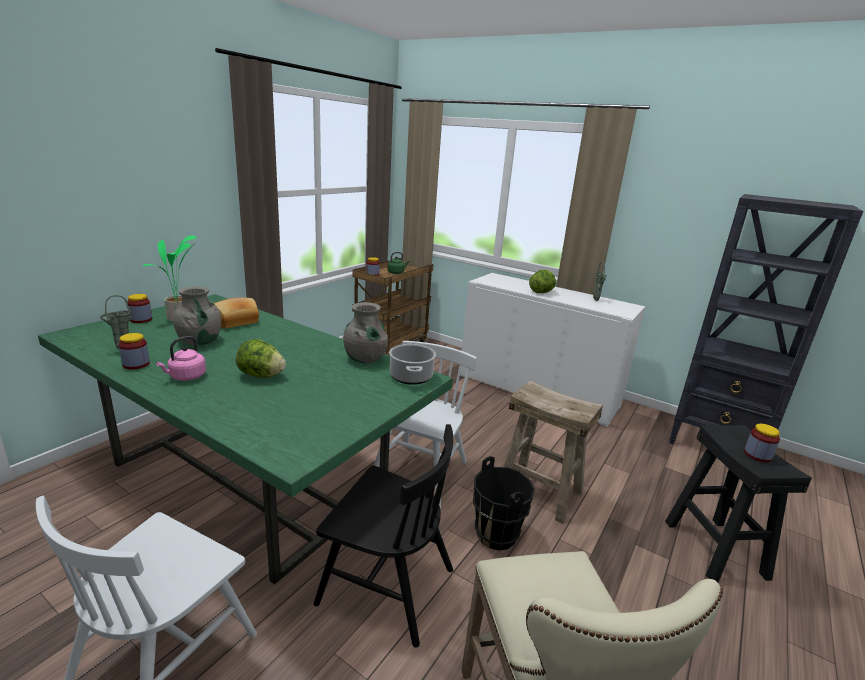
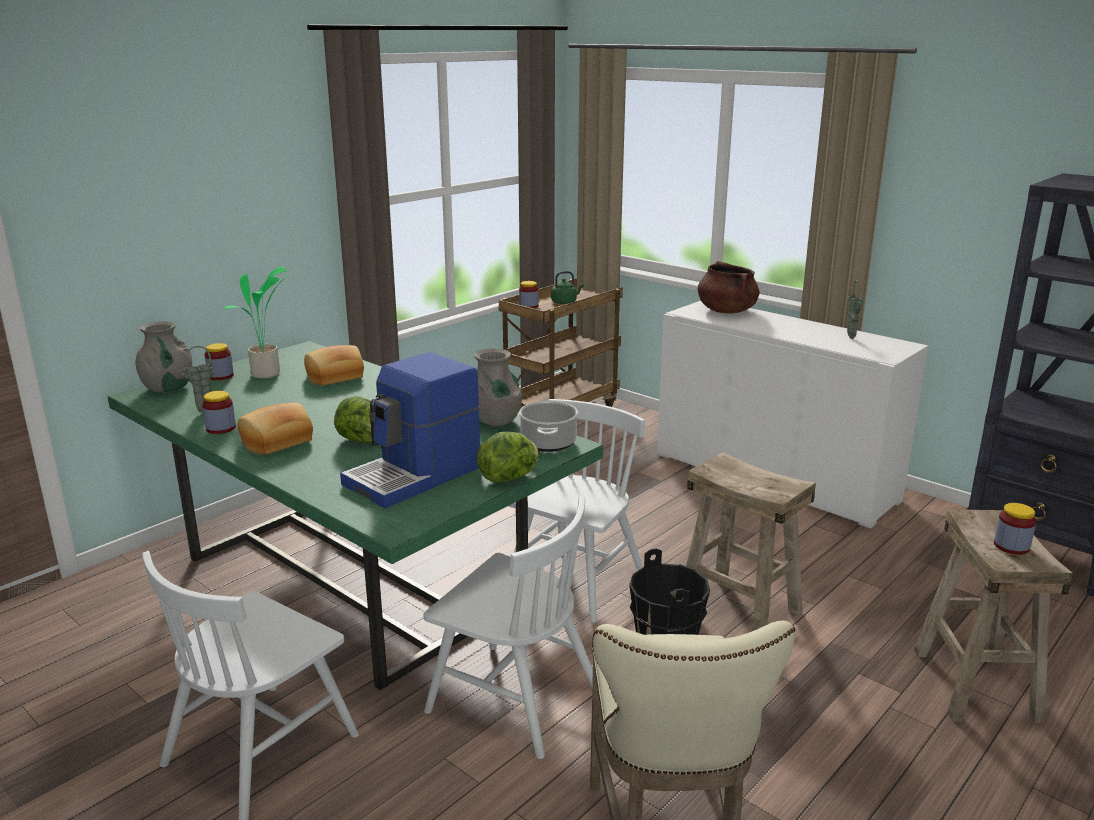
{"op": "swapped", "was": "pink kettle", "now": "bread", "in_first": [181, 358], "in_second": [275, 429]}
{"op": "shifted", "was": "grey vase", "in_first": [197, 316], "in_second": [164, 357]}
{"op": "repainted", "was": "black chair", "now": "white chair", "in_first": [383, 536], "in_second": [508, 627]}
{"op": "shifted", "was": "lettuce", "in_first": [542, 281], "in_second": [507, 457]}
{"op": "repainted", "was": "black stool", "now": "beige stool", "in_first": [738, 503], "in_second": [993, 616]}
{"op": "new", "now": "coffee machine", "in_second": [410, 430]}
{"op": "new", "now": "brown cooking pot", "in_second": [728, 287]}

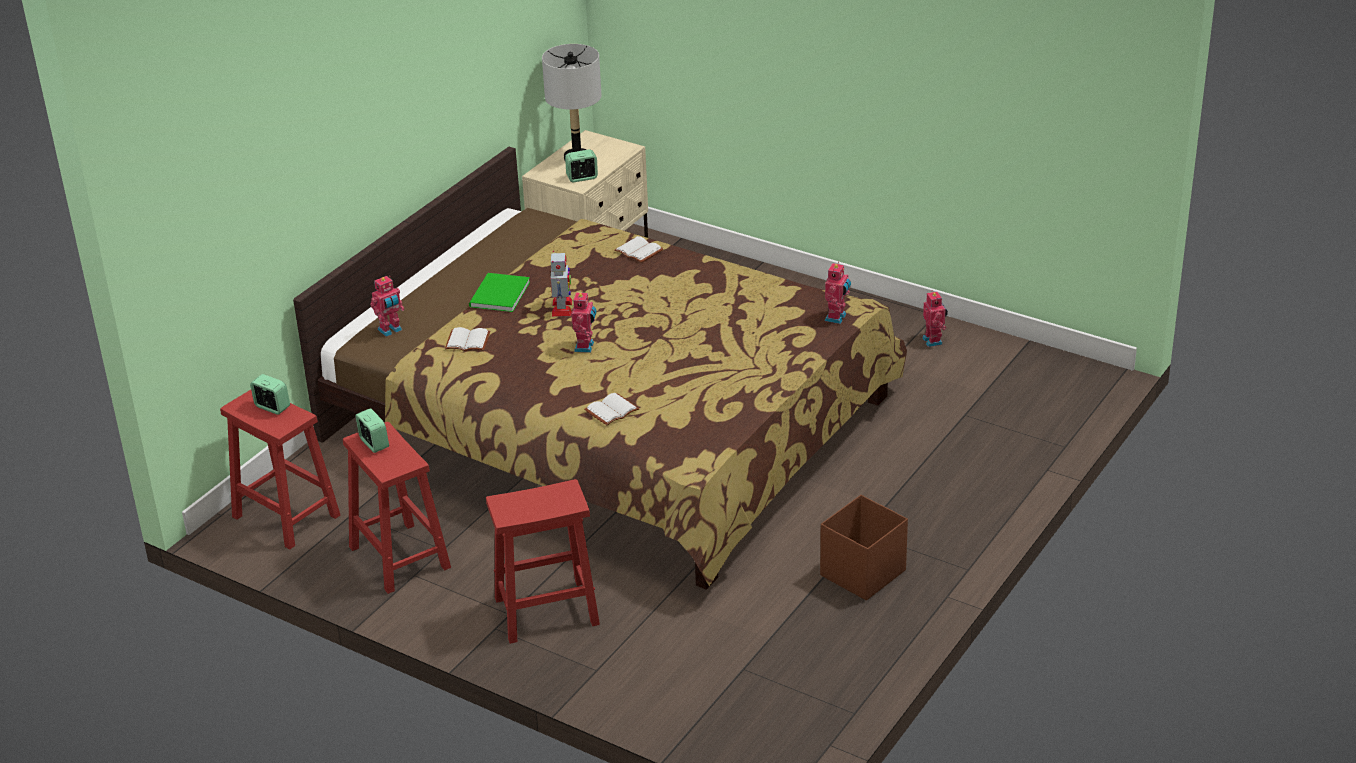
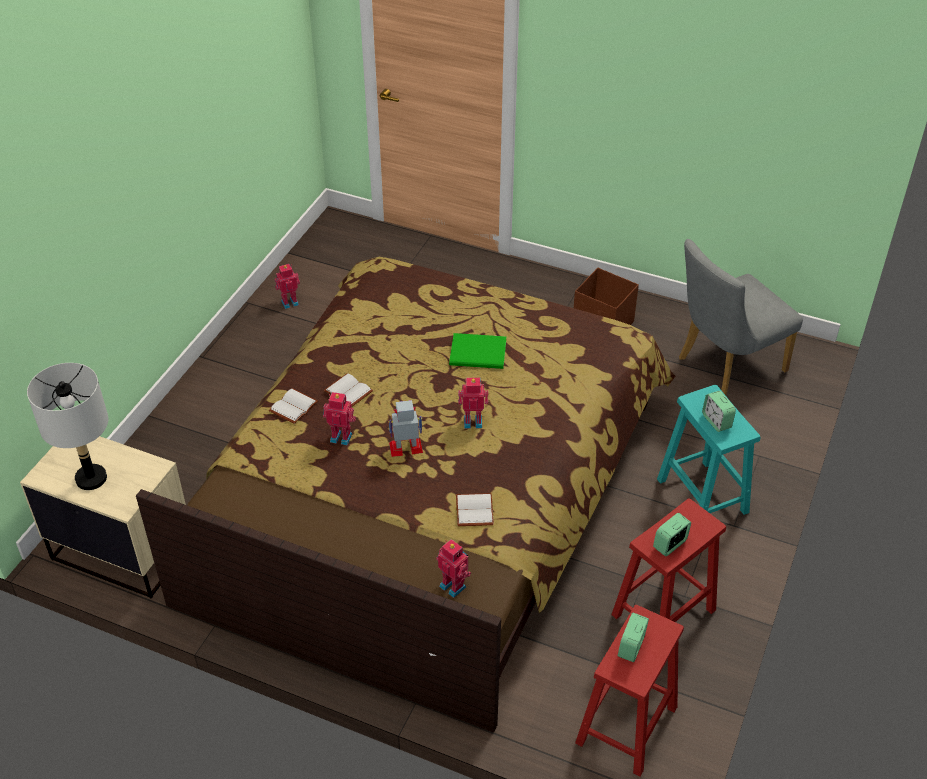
{"op": "shifted", "was": "green book", "in_first": [499, 292], "in_second": [477, 351]}
{"op": "repainted", "was": "red stool", "now": "turquoise stool", "in_first": [543, 561], "in_second": [709, 450]}
{"op": "shifted", "was": "alarm clock", "in_first": [581, 165], "in_second": [719, 411]}
{"op": "shifted", "was": "white book", "in_first": [612, 409], "in_second": [348, 390]}
{"op": "shifted", "was": "toy robot", "in_first": [838, 293], "in_second": [339, 419]}
{"op": "new", "now": "grey chair", "in_second": [741, 317]}

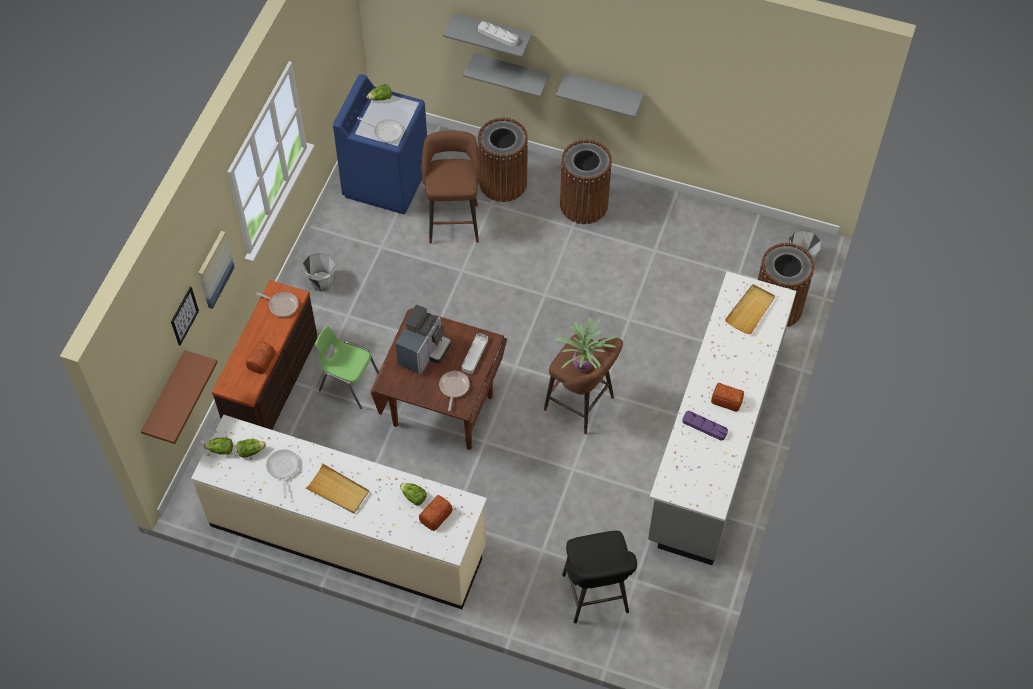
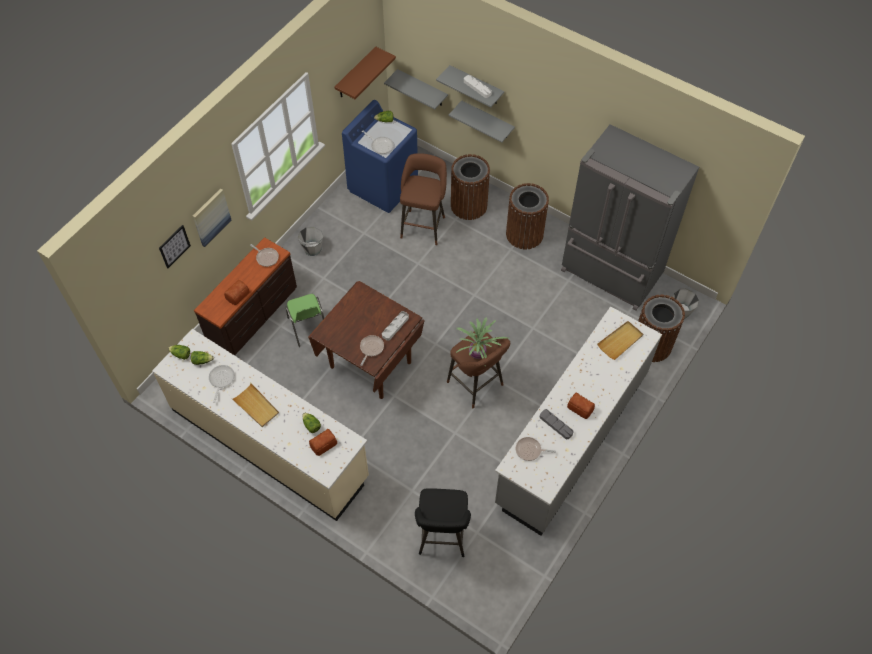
{"op": "shifted", "was": "brown shelf", "in_first": [179, 397], "in_second": [365, 72]}
{"op": "rotated", "was": "green chair", "in_first": [347, 367], "in_second": [305, 320], "clockwise": -150}
{"op": "gone", "was": "coffee machine", "in_first": [423, 340]}
{"op": "shifted", "was": "grey shelf", "in_first": [600, 95], "in_second": [416, 89]}
{"op": "repainted", "was": "purple tray", "now": "grey tray", "in_first": [705, 426], "in_second": [556, 424]}
{"op": "new", "now": "frying pan", "in_second": [536, 449]}
{"op": "new", "now": "grey fridge", "in_second": [630, 217]}

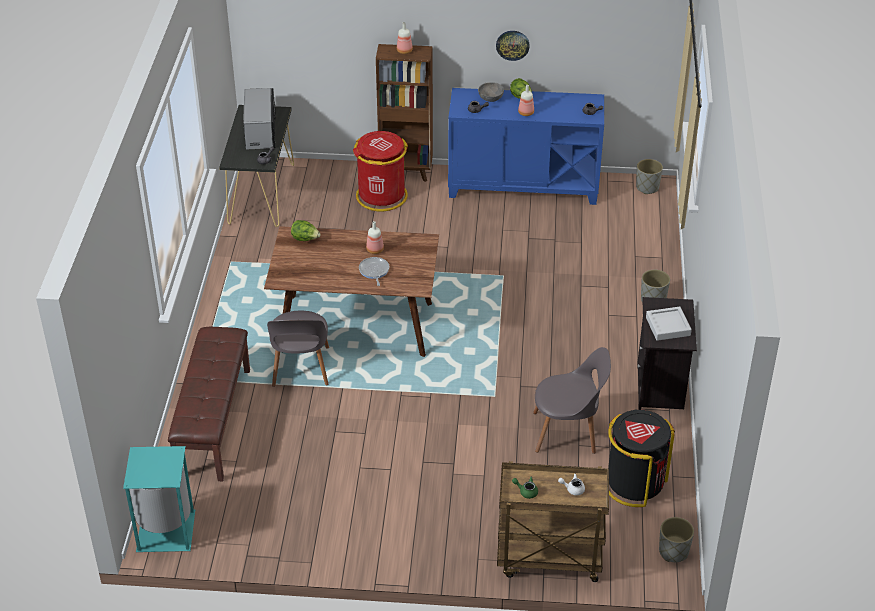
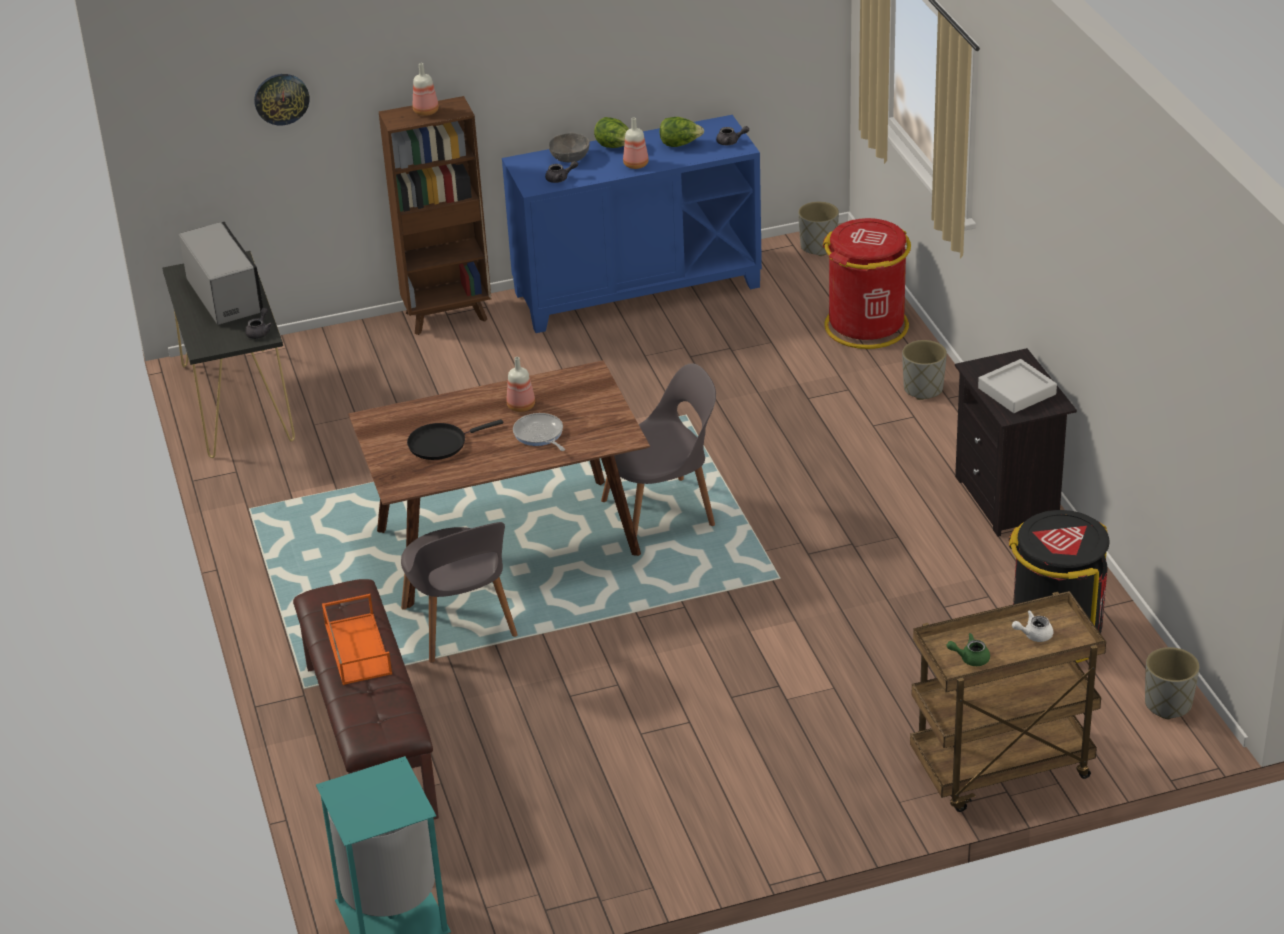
{"op": "shifted", "was": "lettuce", "in_first": [306, 230], "in_second": [681, 132]}
{"op": "shifted", "was": "red trash can", "in_first": [380, 171], "in_second": [867, 283]}
{"op": "shifted", "was": "wall clock", "in_first": [512, 46], "in_second": [282, 99]}
{"op": "shifted", "was": "grey chair", "in_first": [572, 400], "in_second": [658, 450]}
{"op": "new", "now": "orange tray", "in_second": [357, 639]}
{"op": "new", "now": "black frying pan", "in_second": [455, 439]}

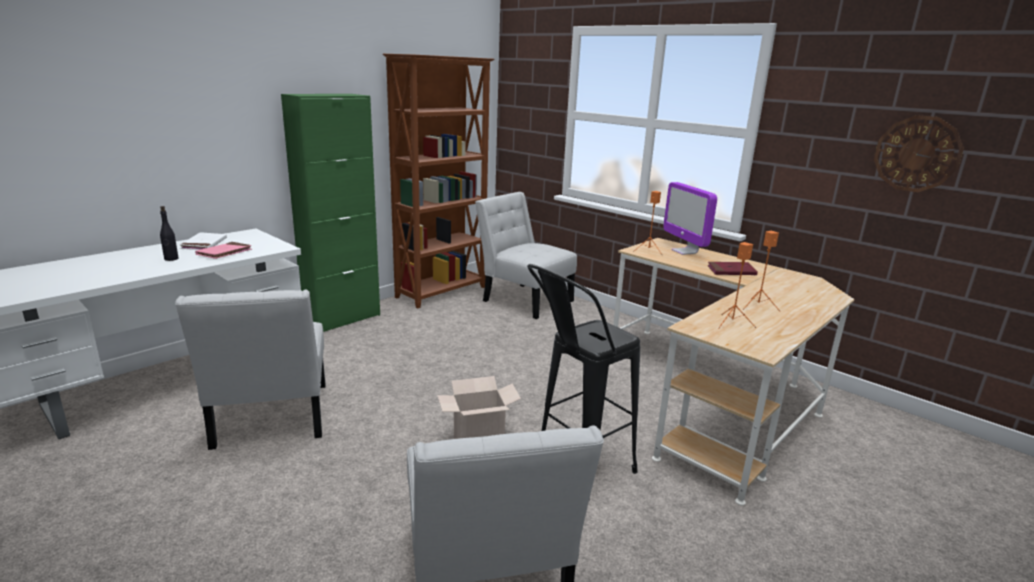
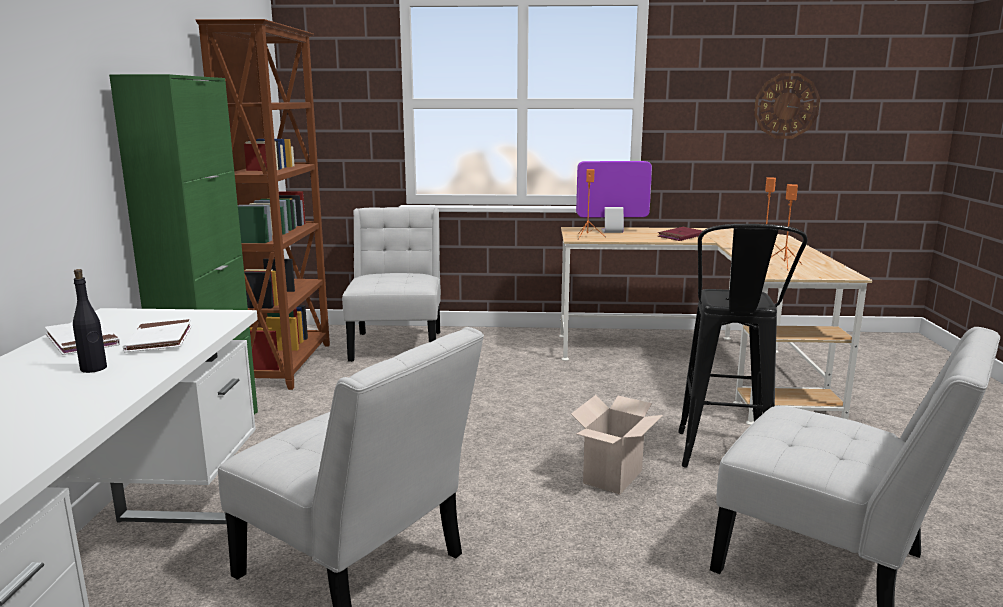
{"op": "repainted", "was": "pink book", "now": "white book", "in_first": [223, 250], "in_second": [157, 336]}
{"op": "rotated", "was": "white chair", "in_first": [526, 255], "in_second": [391, 284], "clockwise": 90}
{"op": "rotated", "was": "monitor", "in_first": [690, 218], "in_second": [614, 197], "clockwise": 150}

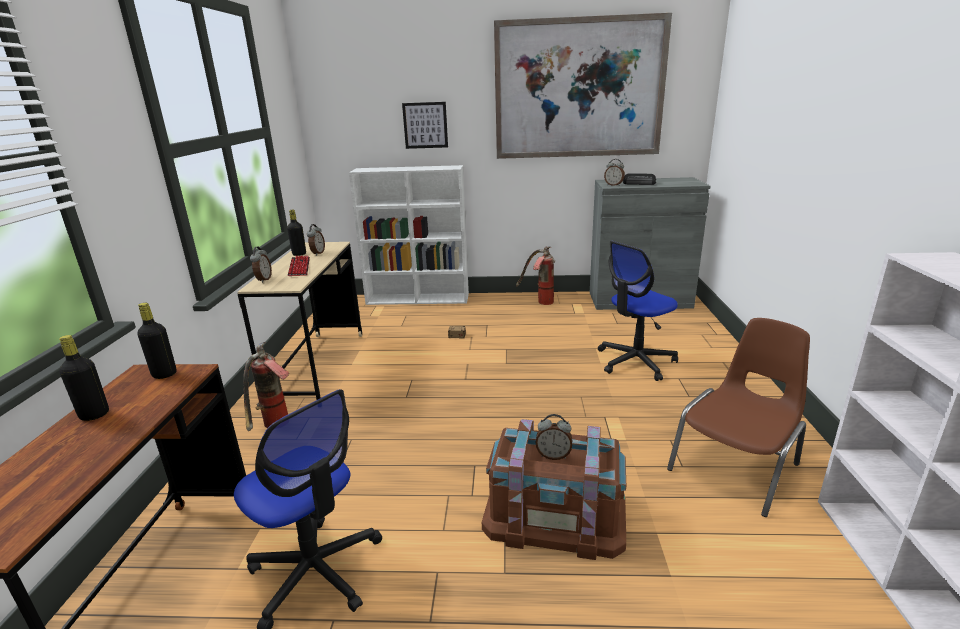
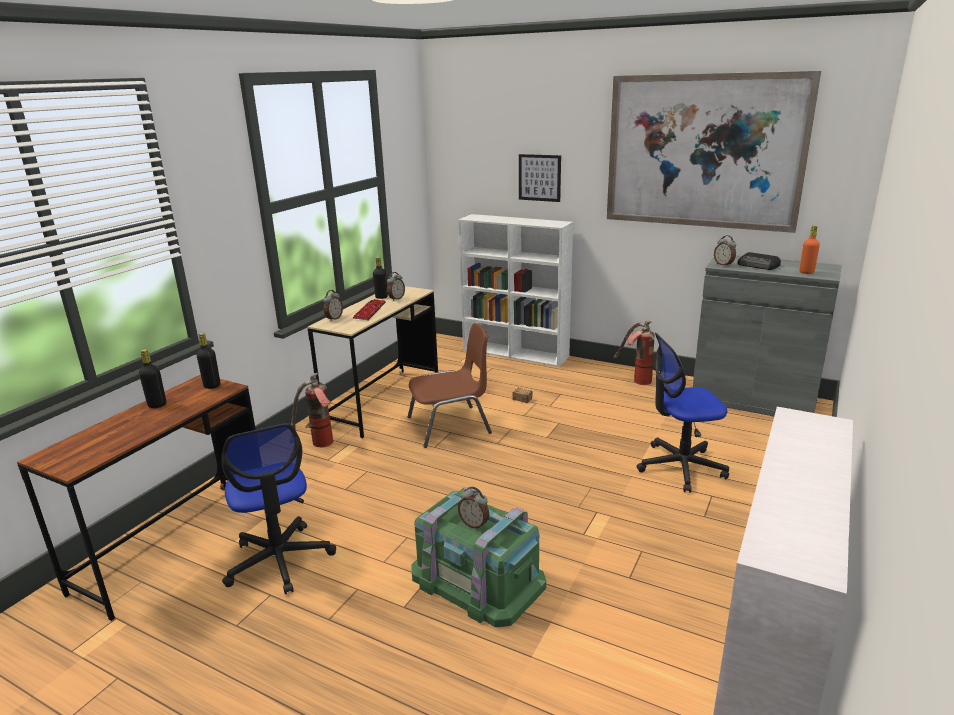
{"op": "repainted", "was": "brown storage box", "now": "green storage box", "in_first": [554, 489], "in_second": [479, 557]}
{"op": "shifted", "was": "brown chair", "in_first": [738, 417], "in_second": [450, 385]}
{"op": "new", "now": "orange bottle", "in_second": [809, 250]}

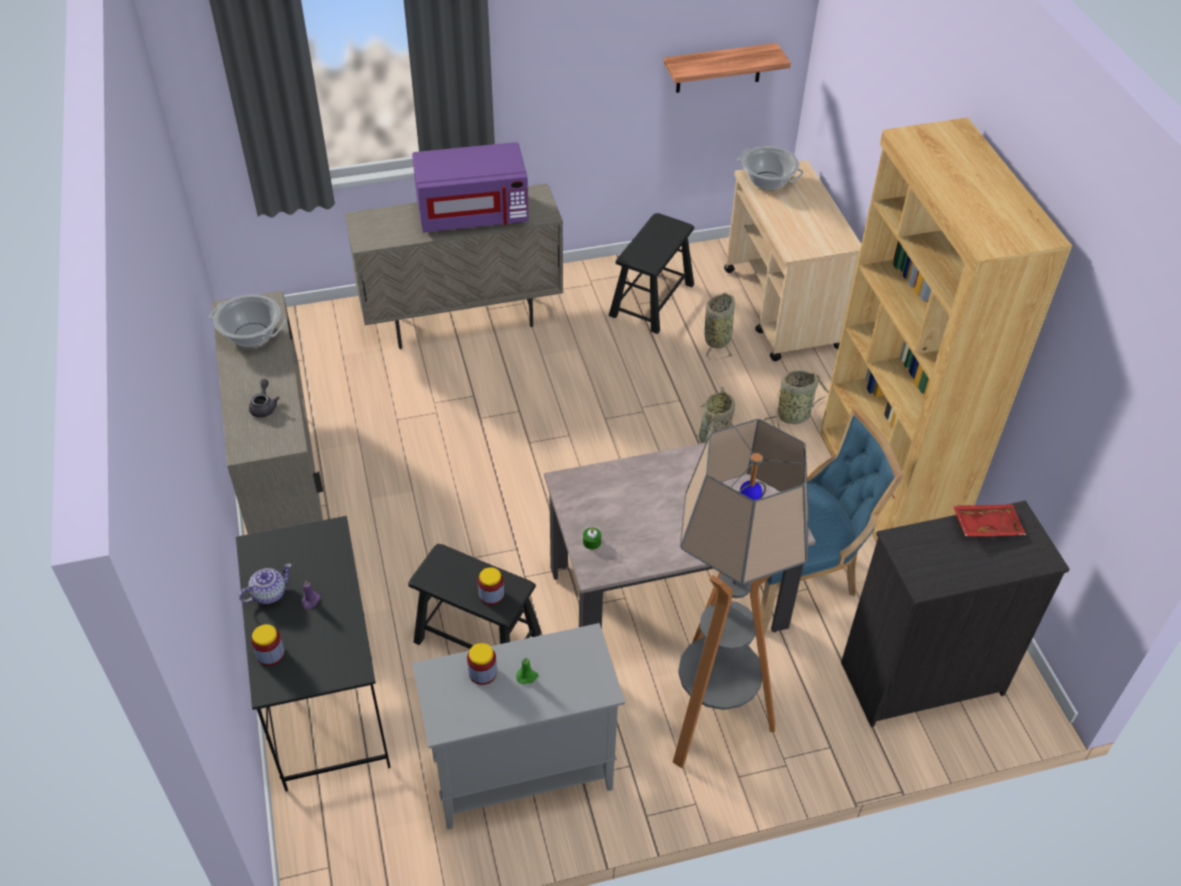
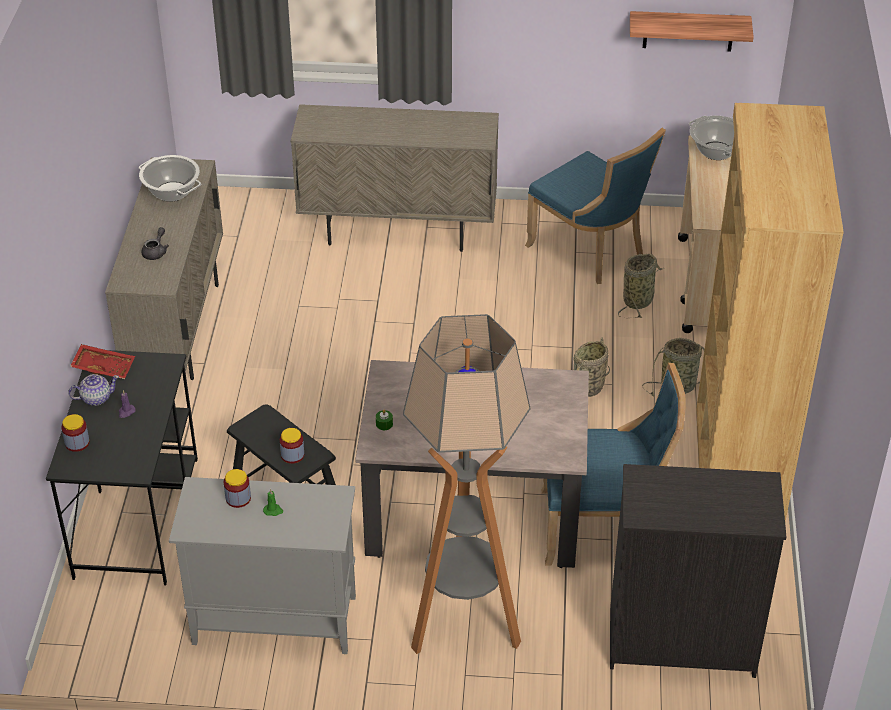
{"op": "gone", "was": "purple microwave", "in_first": [470, 187]}
{"op": "swapped", "was": "black stool", "now": "blue chair", "in_first": [651, 273], "in_second": [595, 206]}
{"op": "shifted", "was": "red tray", "in_first": [989, 520], "in_second": [102, 361]}

